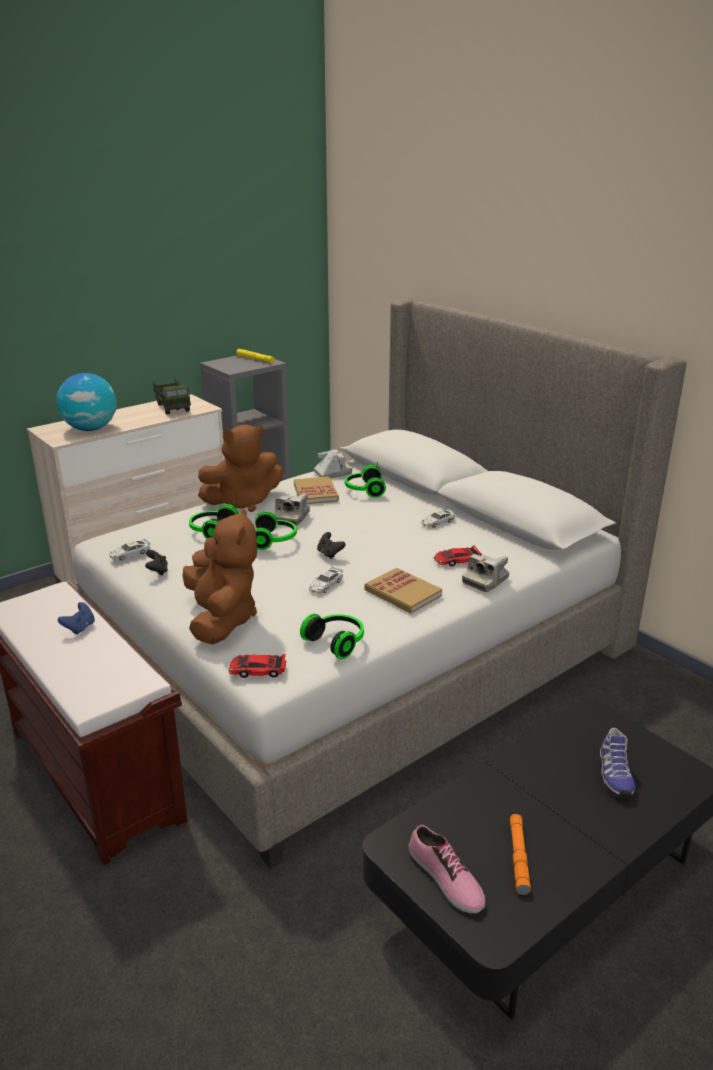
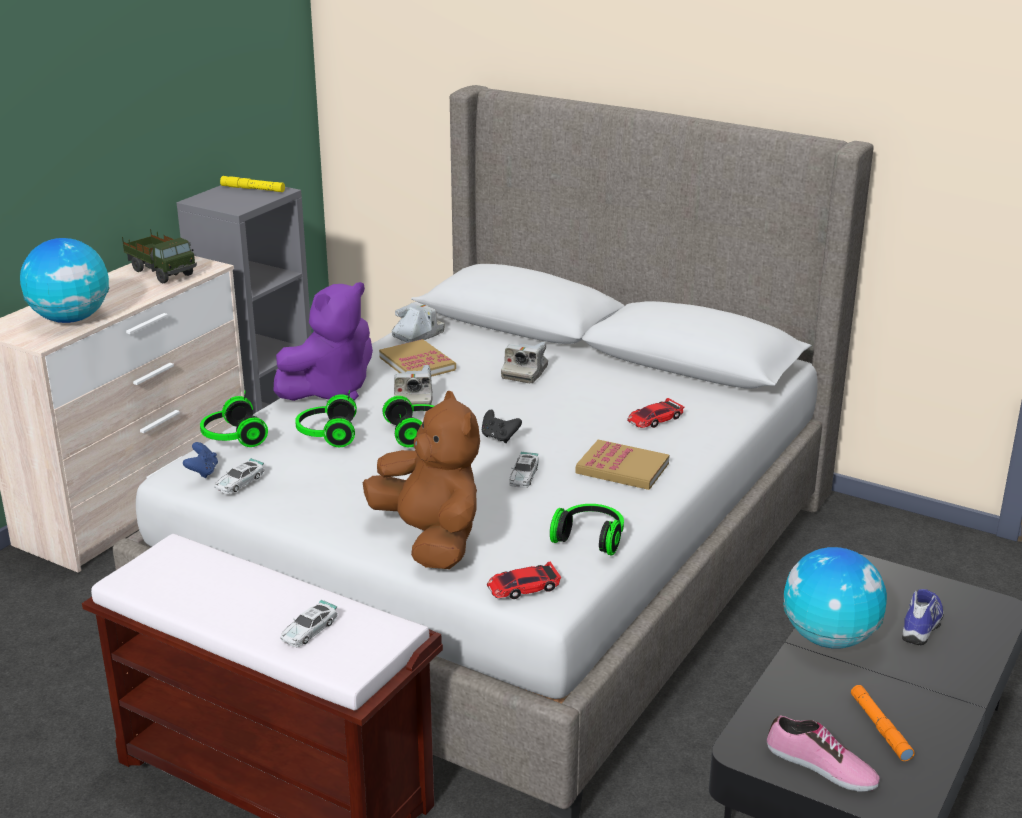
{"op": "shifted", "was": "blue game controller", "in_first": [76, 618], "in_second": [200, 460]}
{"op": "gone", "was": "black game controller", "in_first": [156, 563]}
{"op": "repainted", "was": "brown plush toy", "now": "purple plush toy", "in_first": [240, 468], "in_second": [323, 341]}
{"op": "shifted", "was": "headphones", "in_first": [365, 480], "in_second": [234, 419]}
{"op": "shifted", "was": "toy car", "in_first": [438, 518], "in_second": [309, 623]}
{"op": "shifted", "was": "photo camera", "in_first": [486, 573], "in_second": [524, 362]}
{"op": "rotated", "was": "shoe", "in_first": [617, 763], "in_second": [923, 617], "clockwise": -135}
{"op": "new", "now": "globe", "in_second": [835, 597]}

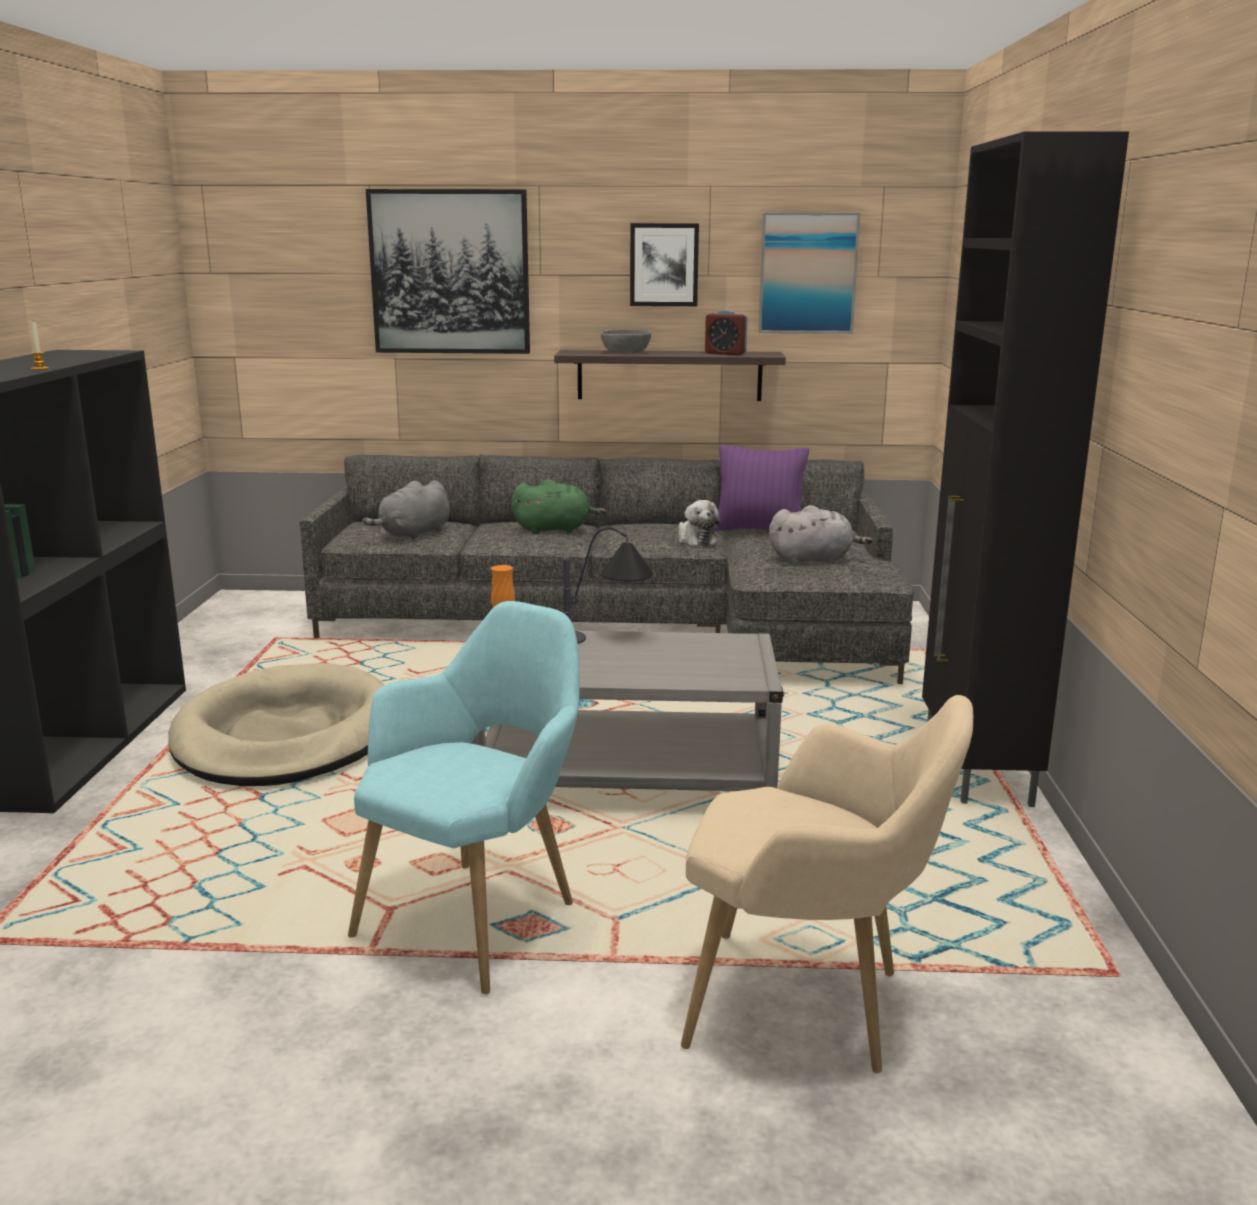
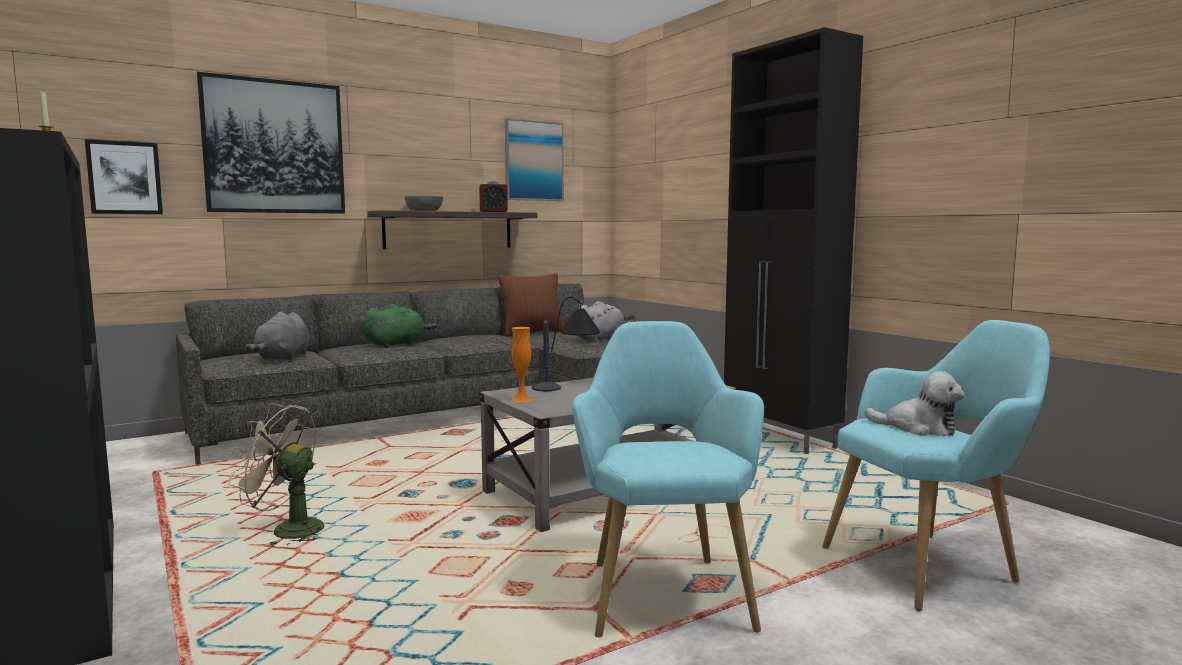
{"op": "swapped", "was": "beige dog bed", "now": "beige fan", "in_first": [276, 724], "in_second": [276, 474]}
{"op": "shifted", "was": "picture", "in_first": [664, 264], "in_second": [124, 176]}
{"op": "shifted", "was": "plush toy", "in_first": [699, 523], "in_second": [915, 403]}
{"op": "repainted", "was": "beige armchair", "now": "turquoise armchair", "in_first": [827, 884], "in_second": [936, 465]}
{"op": "repainted", "was": "purple pillow", "now": "brown pillow", "in_first": [761, 488], "in_second": [531, 304]}

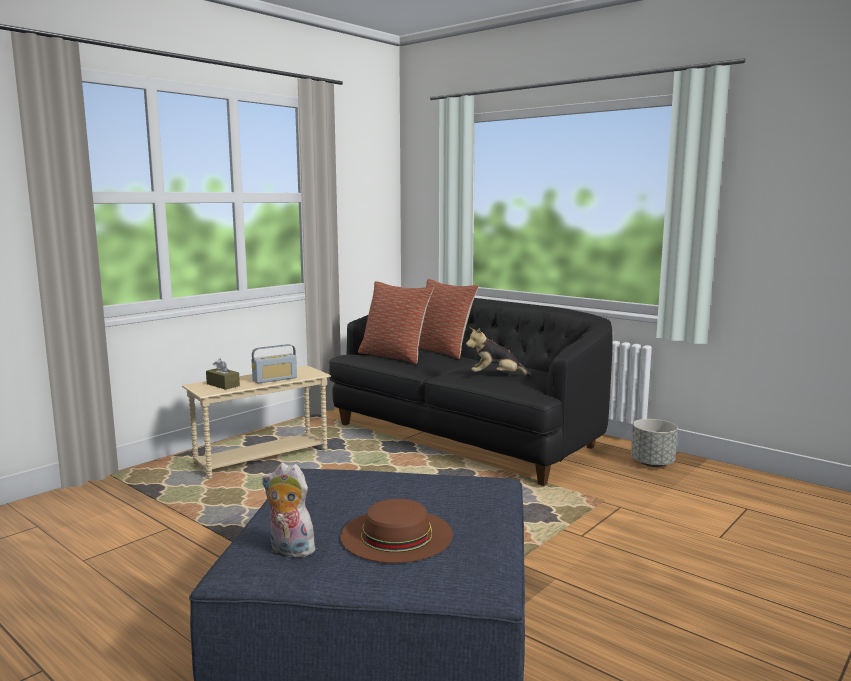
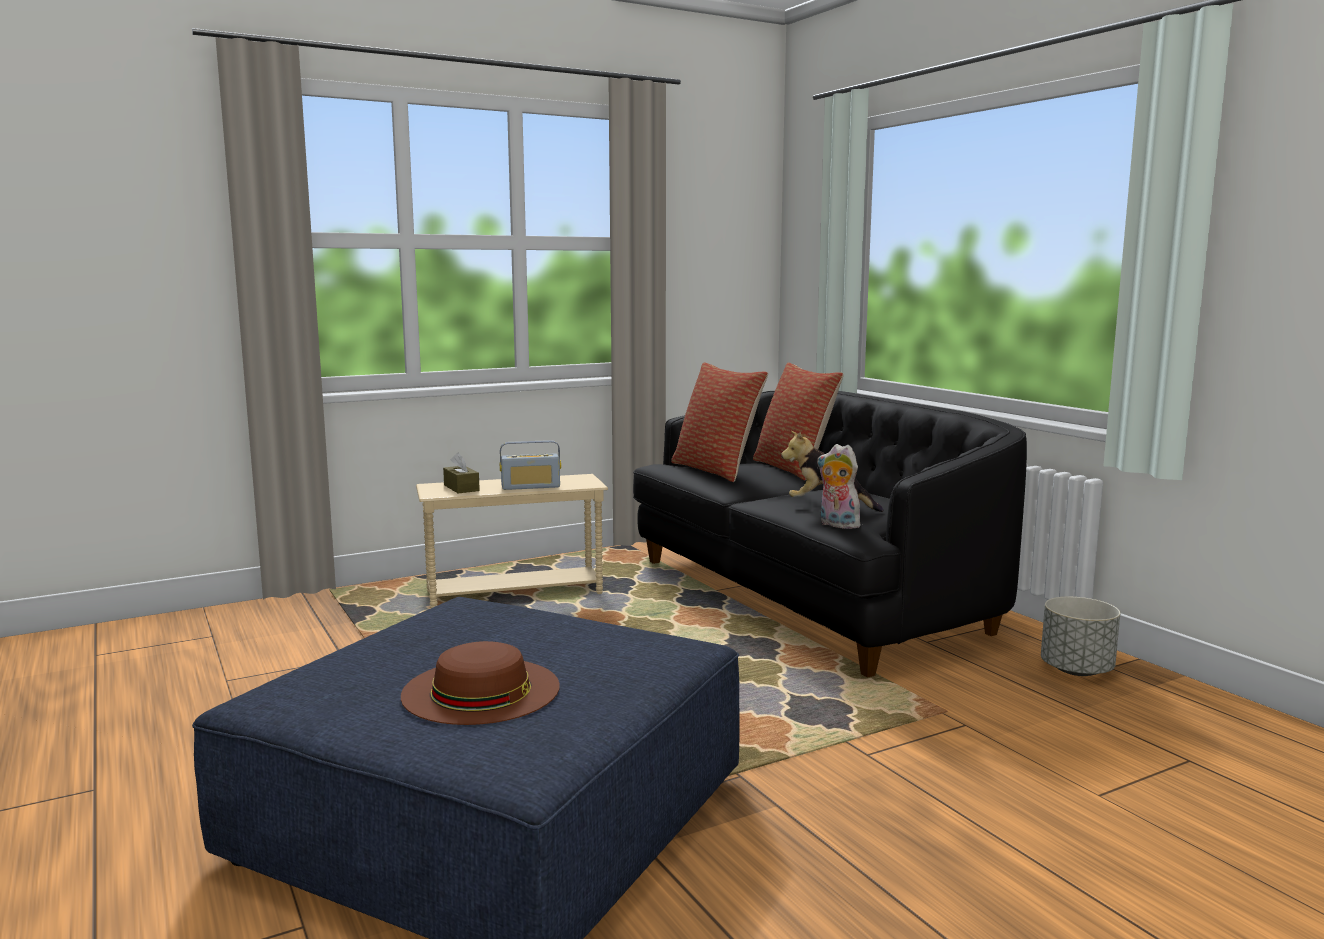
{"op": "shifted", "was": "plush toy", "in_first": [291, 510], "in_second": [838, 486]}

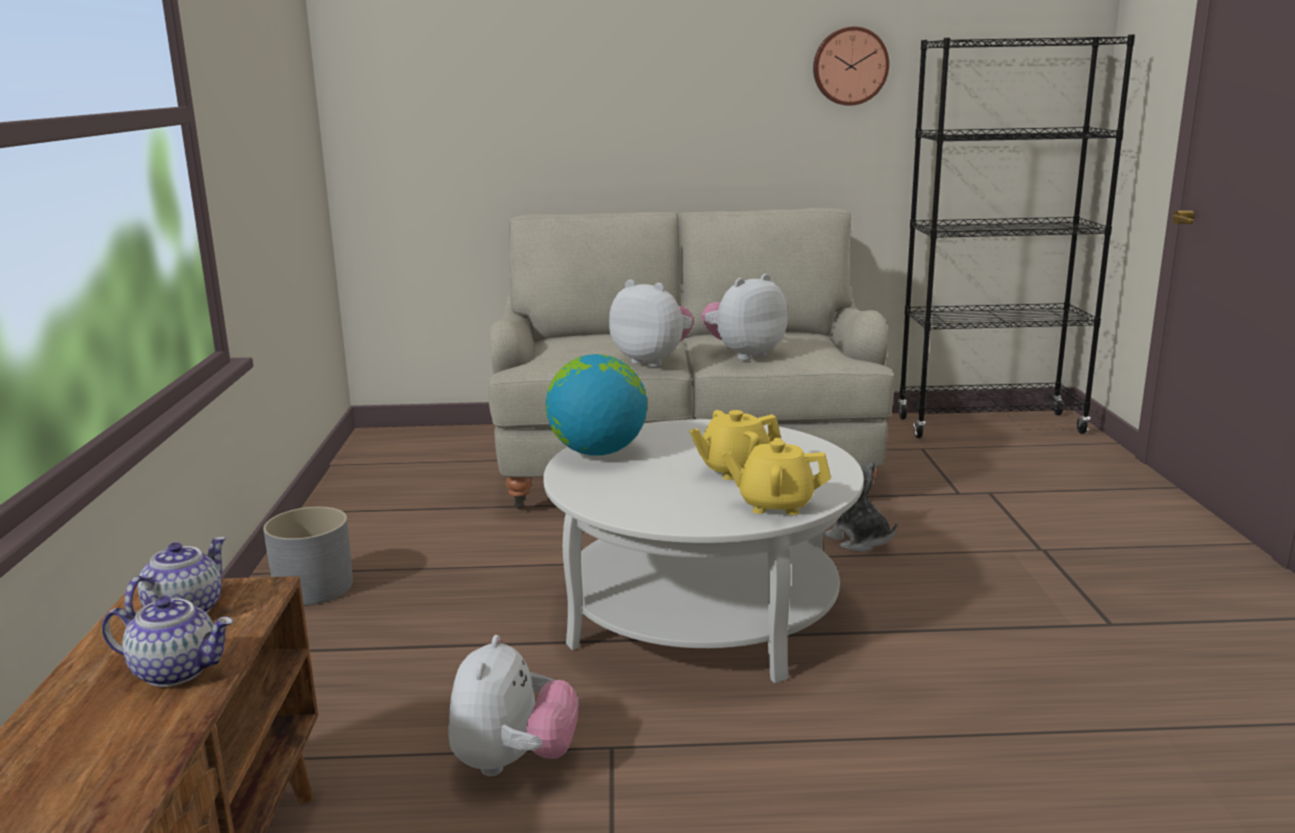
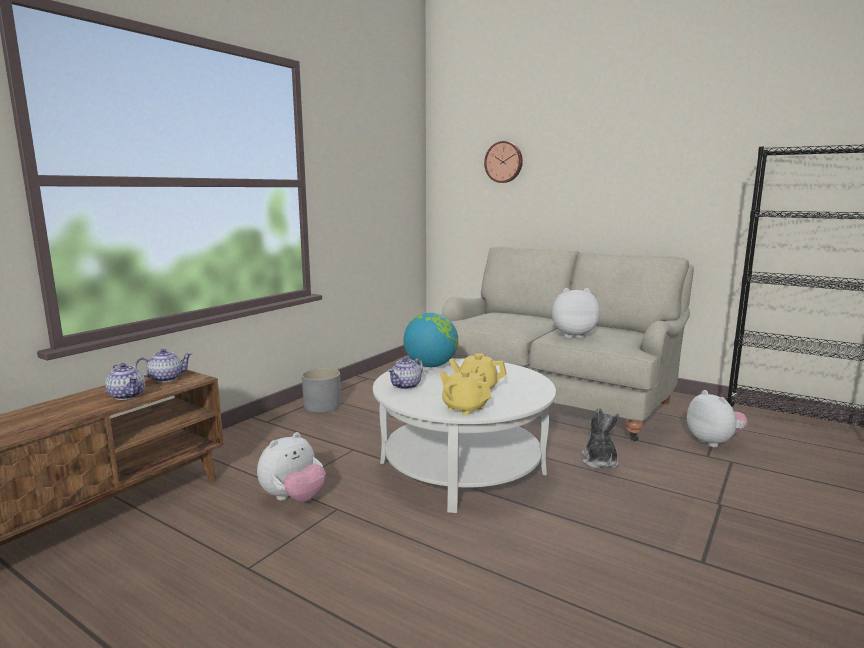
{"op": "shifted", "was": "plush toy", "in_first": [651, 323], "in_second": [717, 418]}
{"op": "shifted", "was": "wall clock", "in_first": [851, 66], "in_second": [503, 162]}
{"op": "new", "now": "teapot", "in_second": [405, 373]}

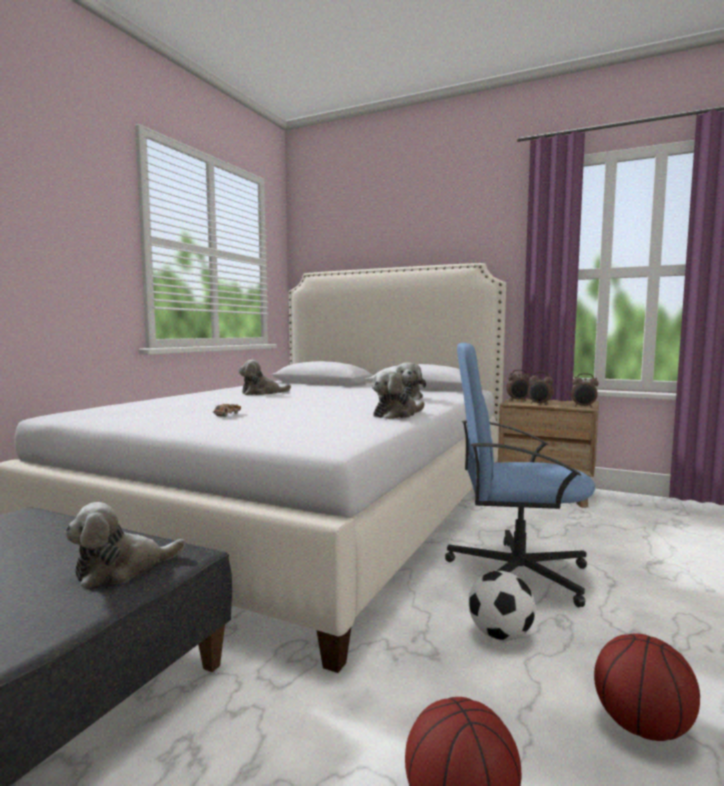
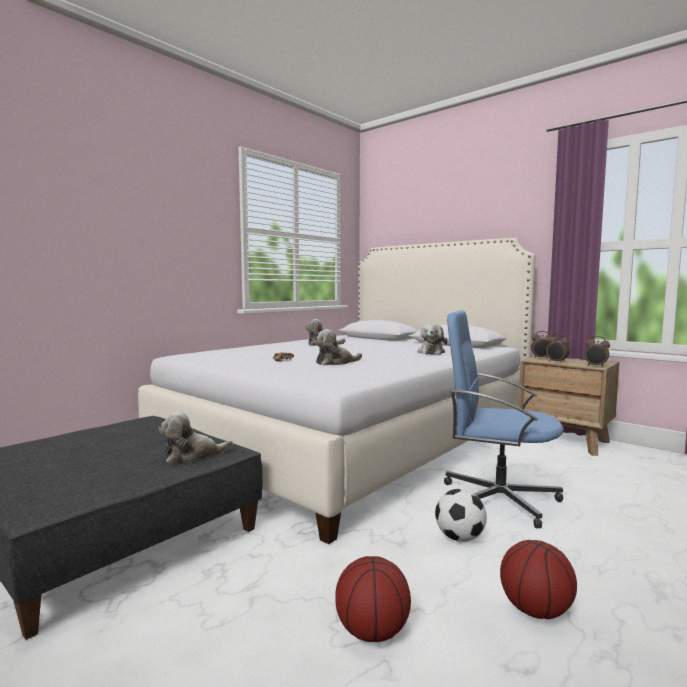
{"op": "shifted", "was": "plush toy", "in_first": [398, 395], "in_second": [338, 347]}

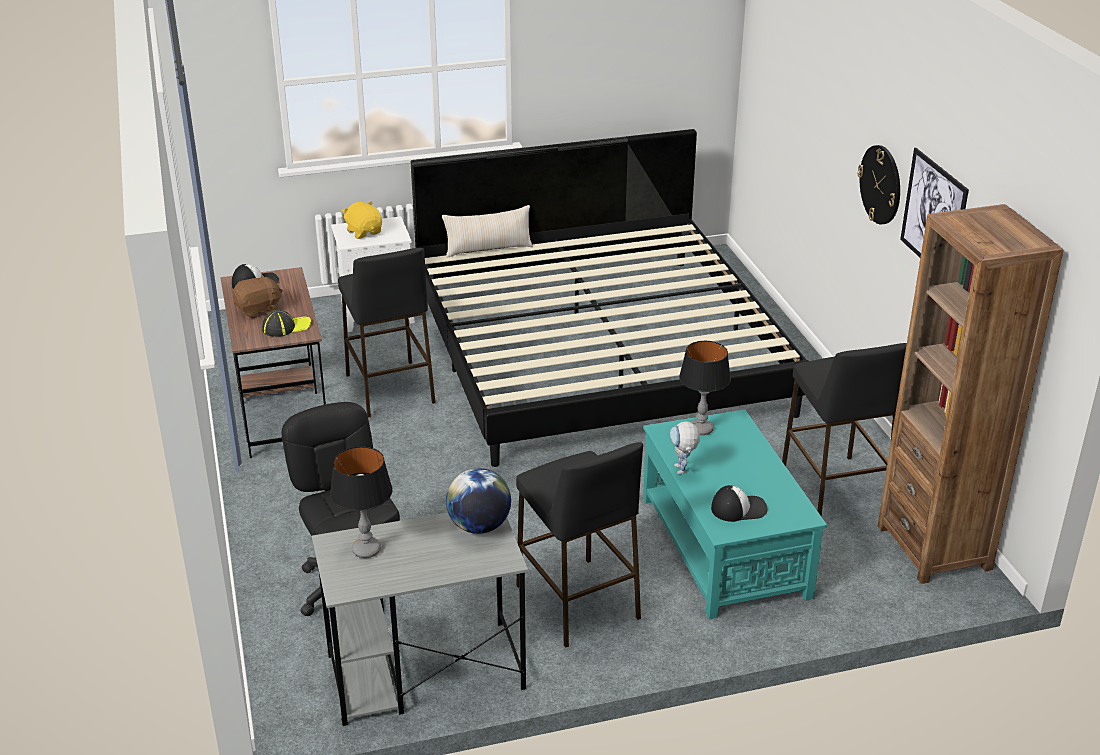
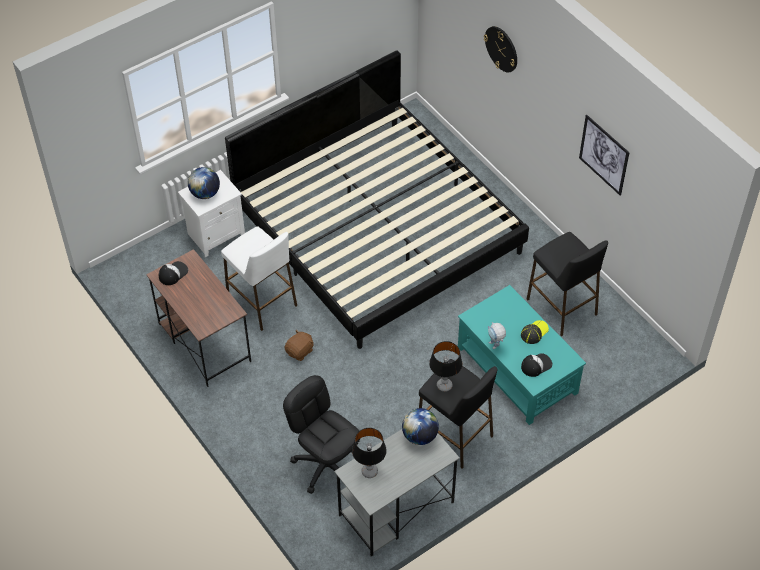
{"op": "shifted", "was": "brown plush toy", "in_first": [258, 296], "in_second": [299, 345]}
{"op": "shifted", "was": "cap", "in_first": [286, 323], "in_second": [535, 332]}
{"op": "repainted", "was": "black stool", "now": "white stool", "in_first": [387, 333], "in_second": [259, 278]}
{"op": "swapped", "was": "yellow plush toy", "now": "globe", "in_first": [362, 220], "in_second": [204, 183]}
{"op": "gone", "was": "beige pillow", "in_first": [487, 231]}
{"op": "shifted", "was": "table lamp", "in_first": [705, 388], "in_second": [445, 366]}
{"op": "shifted", "was": "wall clock", "in_first": [879, 185], "in_second": [500, 49]}
{"op": "gone", "was": "brown bookcase", "in_first": [970, 394]}

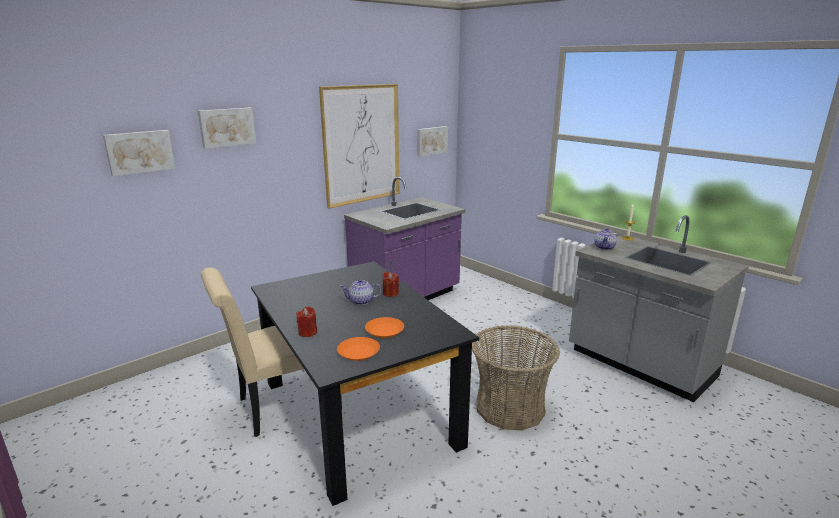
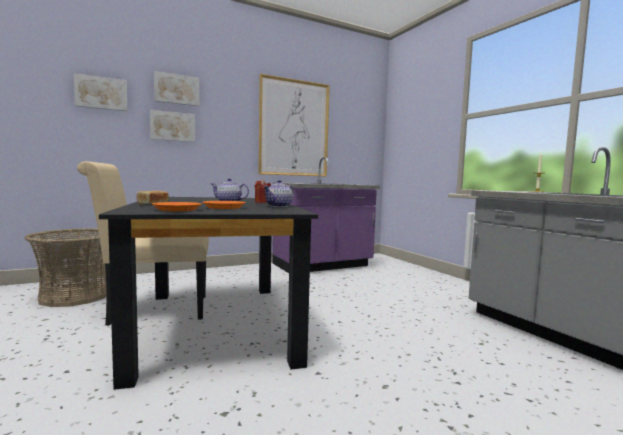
{"op": "swapped", "was": "red candle", "now": "bread", "in_first": [306, 321], "in_second": [152, 198]}
{"op": "shifted", "was": "picture", "in_first": [432, 141], "in_second": [172, 126]}
{"op": "shifted", "was": "basket", "in_first": [516, 377], "in_second": [66, 267]}
{"op": "shifted", "was": "teapot", "in_first": [605, 239], "in_second": [278, 193]}

